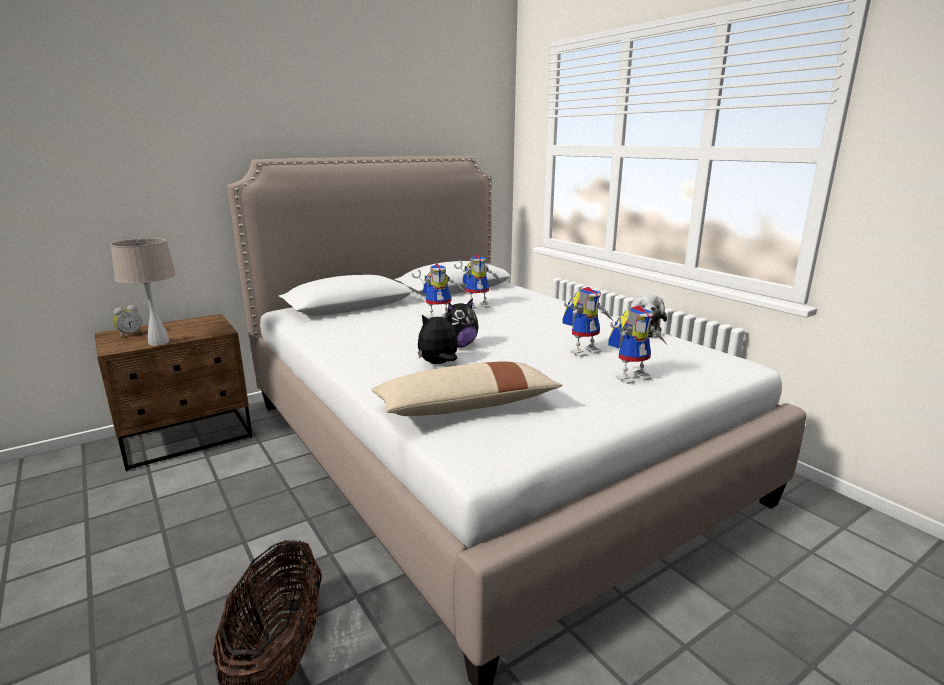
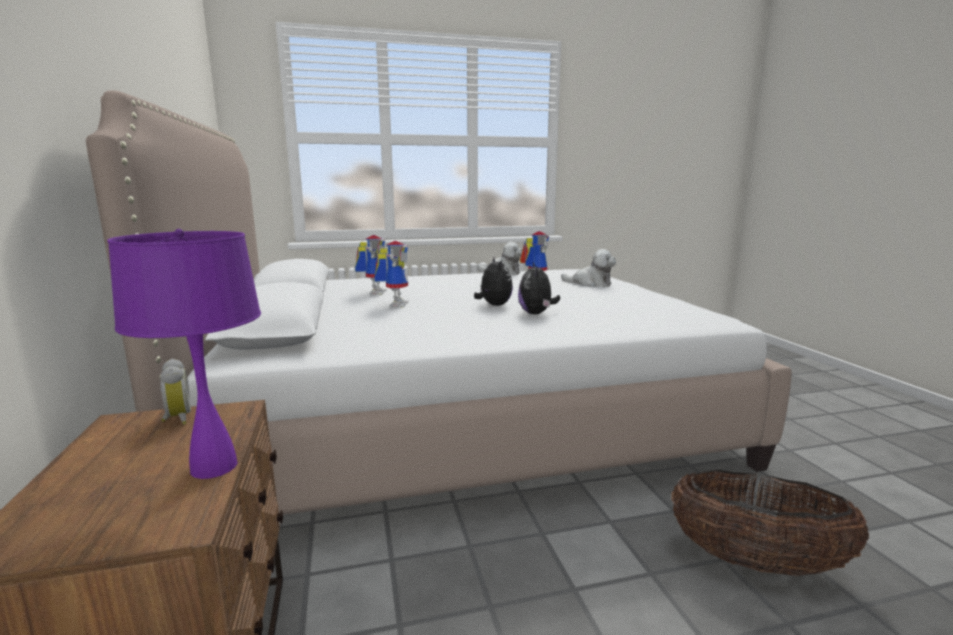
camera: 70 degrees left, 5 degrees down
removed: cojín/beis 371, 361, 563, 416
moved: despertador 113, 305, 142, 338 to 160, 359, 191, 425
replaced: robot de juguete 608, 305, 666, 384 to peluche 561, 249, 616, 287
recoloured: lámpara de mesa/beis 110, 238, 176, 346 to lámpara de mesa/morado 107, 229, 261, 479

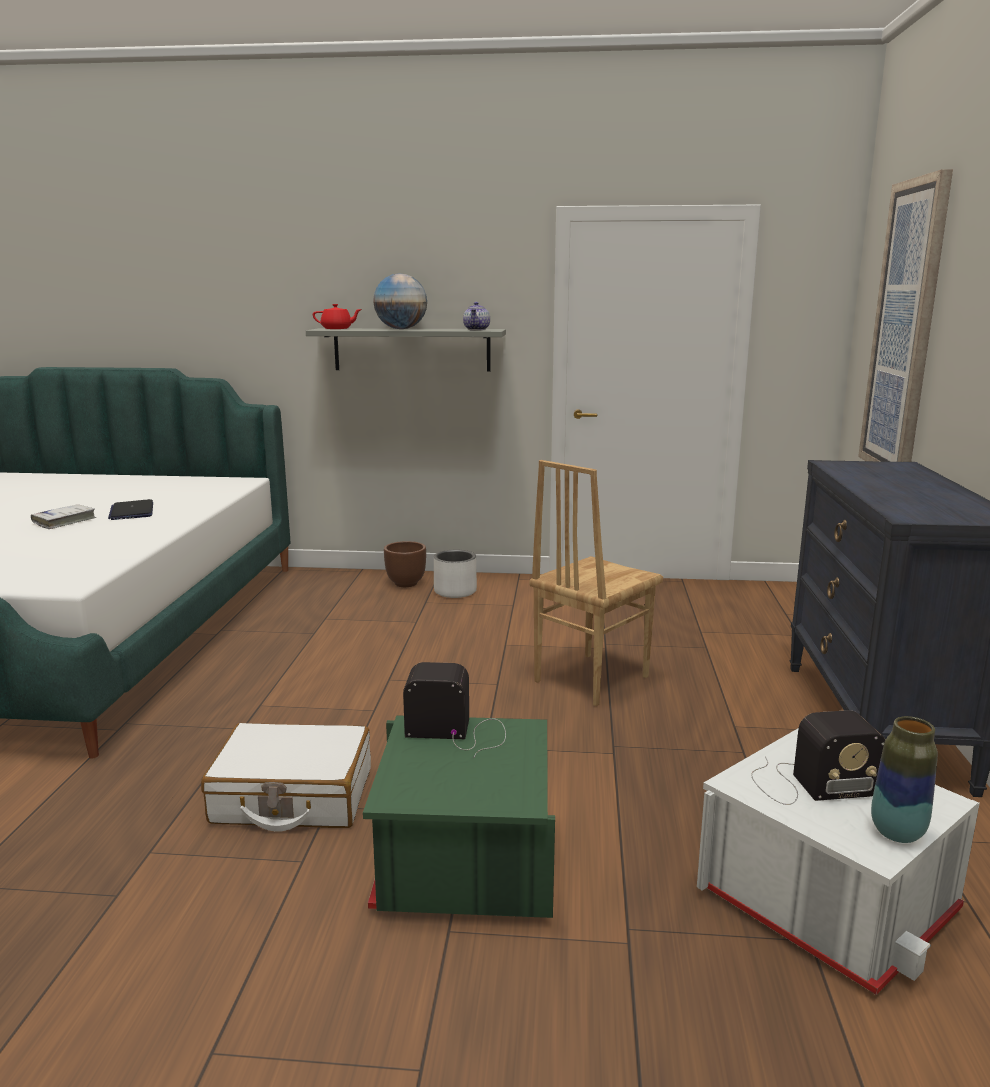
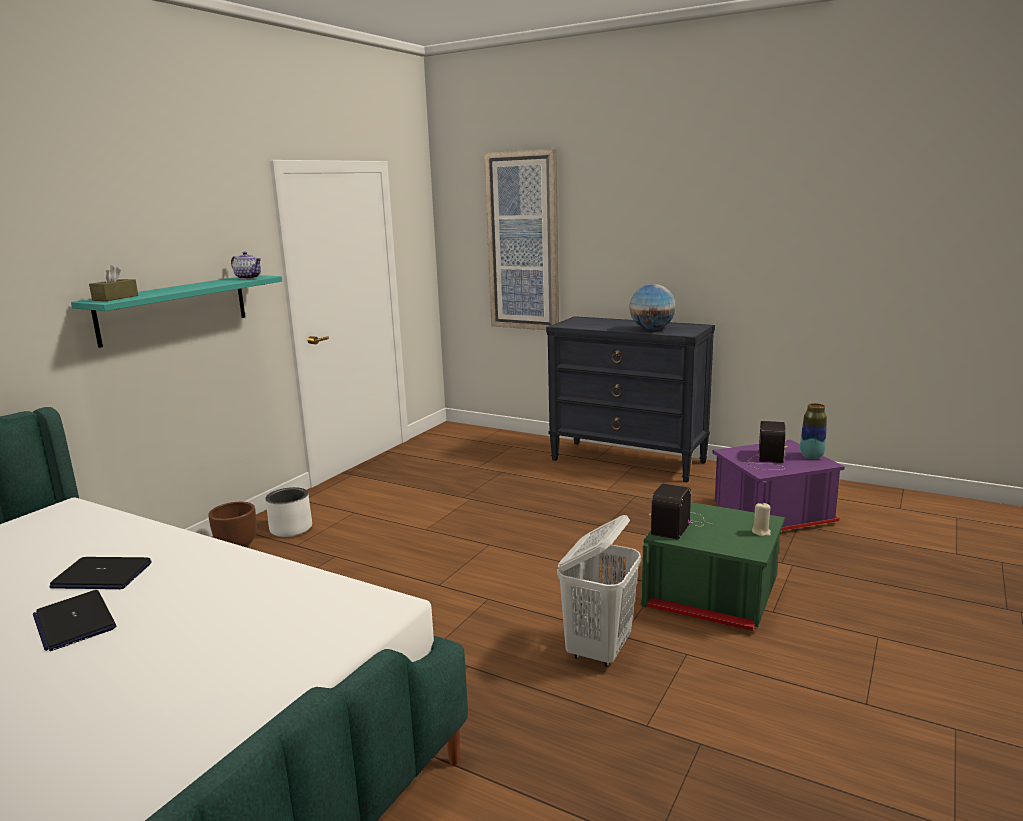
camera: 65 degrees left, 0 degrees up
removed: silla/marrón 529, 460, 663, 706
added: vela/beis 752, 502, 771, 536
moved: globo terráqueo 373, 273, 427, 329 to 629, 284, 676, 330
replaced: tetera/rojo 313, 304, 362, 329 to caja de pañuelos/marrón 89, 265, 138, 301; libro/blanco 31, 504, 96, 529 to portátil 33, 590, 116, 651; maleta/blanco 201, 723, 371, 831 to cesto de la ropa/blanco 557, 515, 641, 667
recoloured: estante/gris 306, 328, 506, 372 to estante/turquesa 71, 275, 282, 348; caja de almacenaje/blanco 697, 728, 980, 995 to caja de almacenaje/morado 712, 440, 844, 531

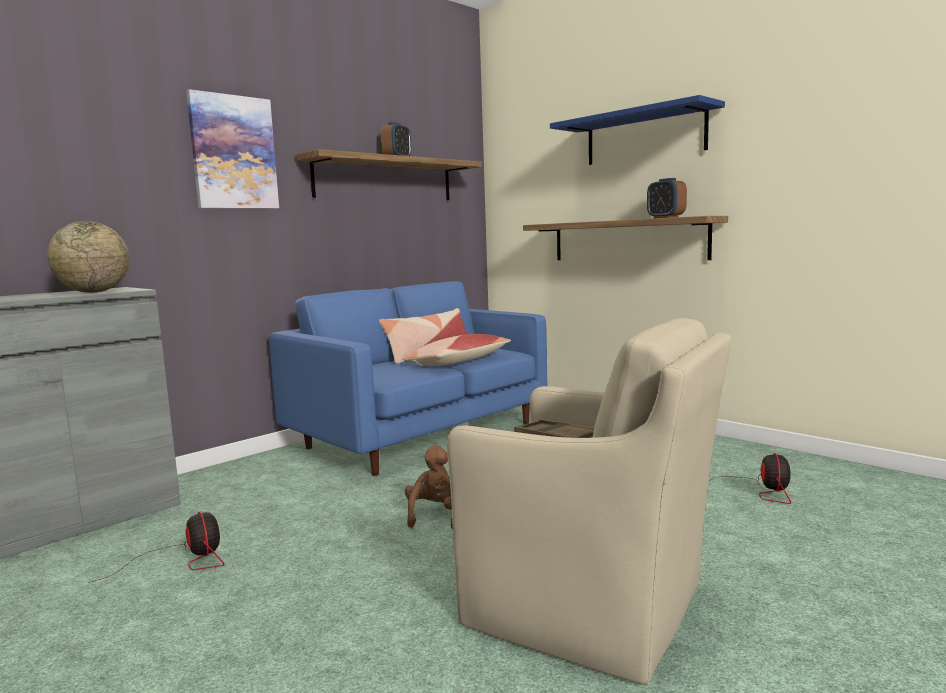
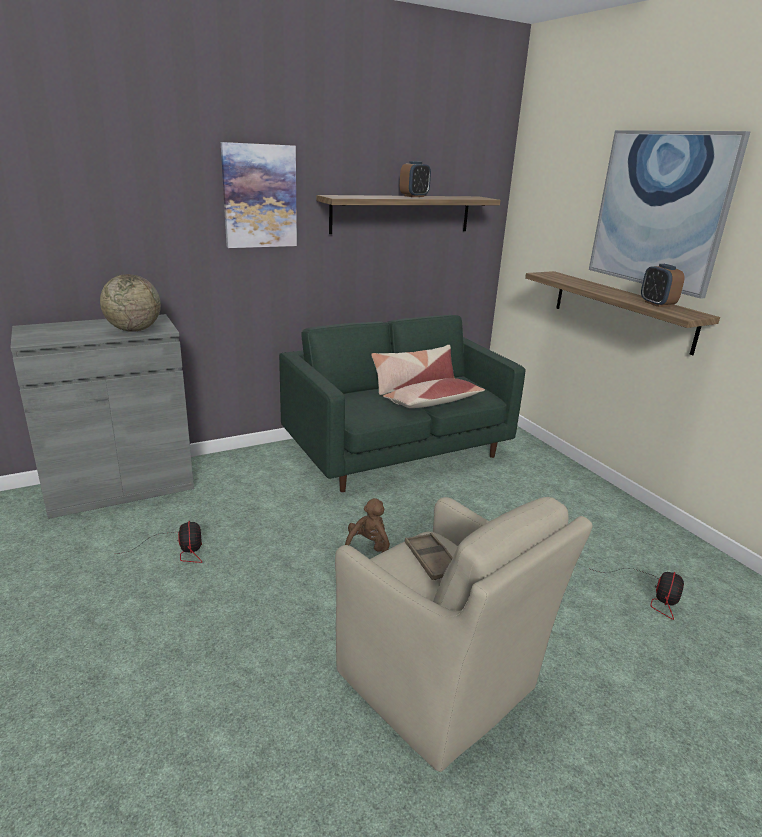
camera: 15 degrees right, 15 degrees up
replaced: estante/azul 550, 95, 725, 165 to cuadro 589, 130, 750, 299
recoloured: sofá/azul 269, 281, 547, 476 to sofá/verde 279, 315, 525, 492

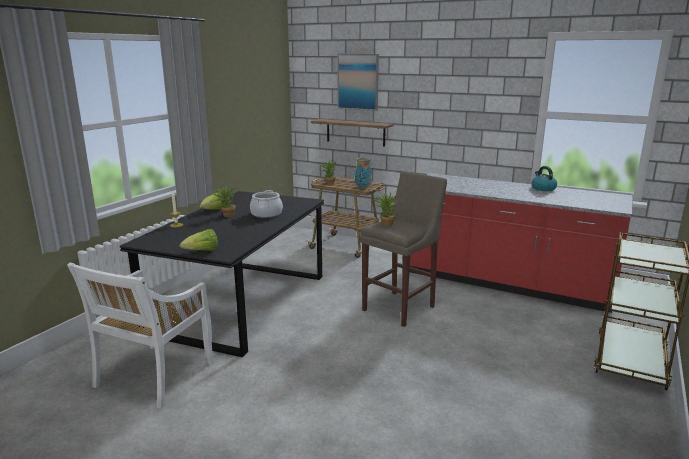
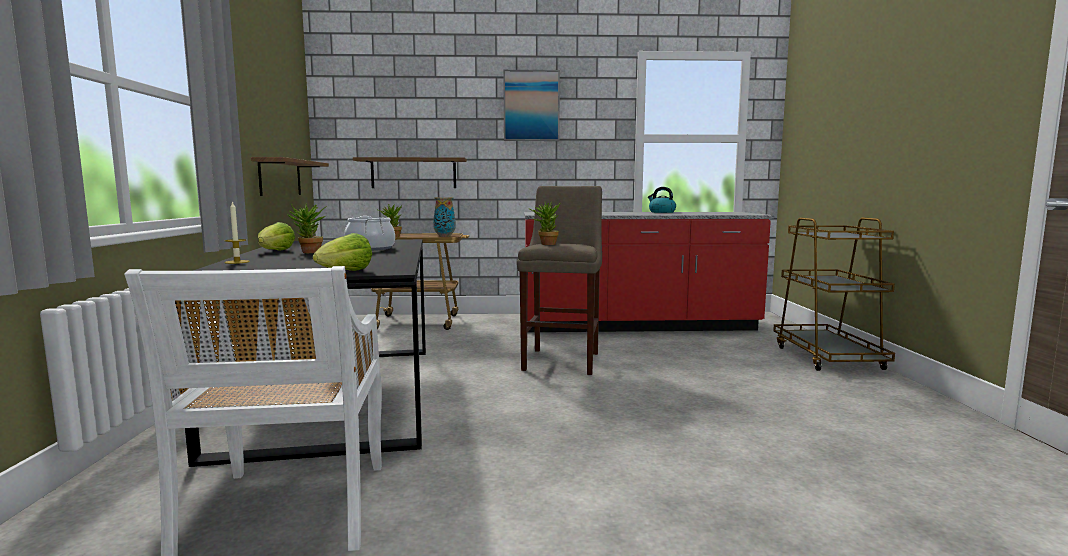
camera: 30 degrees left, 10 degrees down
added: estante 251, 157, 329, 196
moved: cuadro 337, 54, 379, 111 to 503, 70, 560, 141

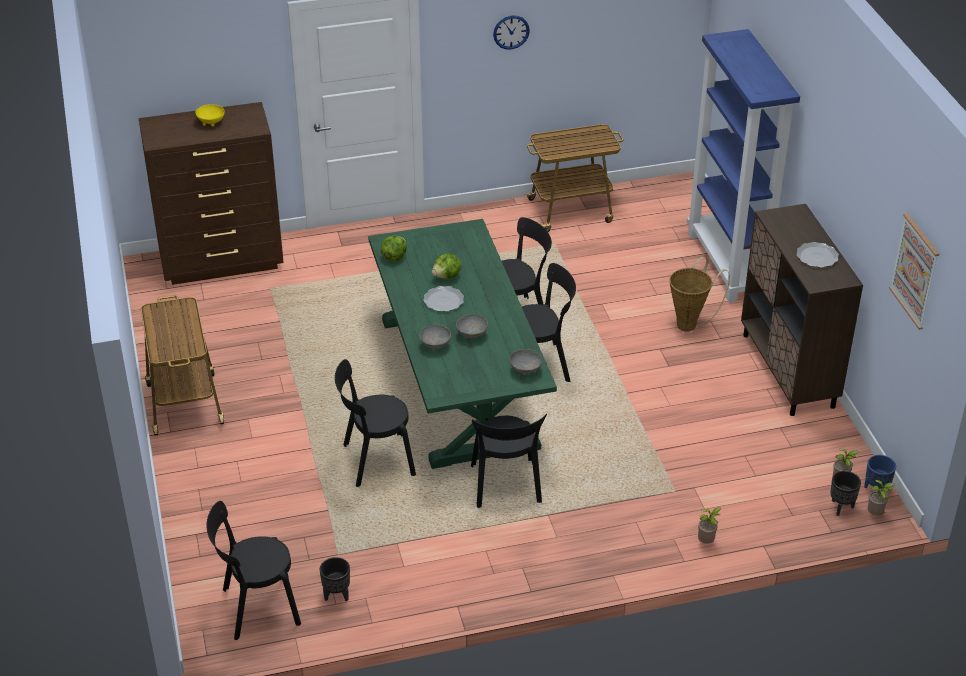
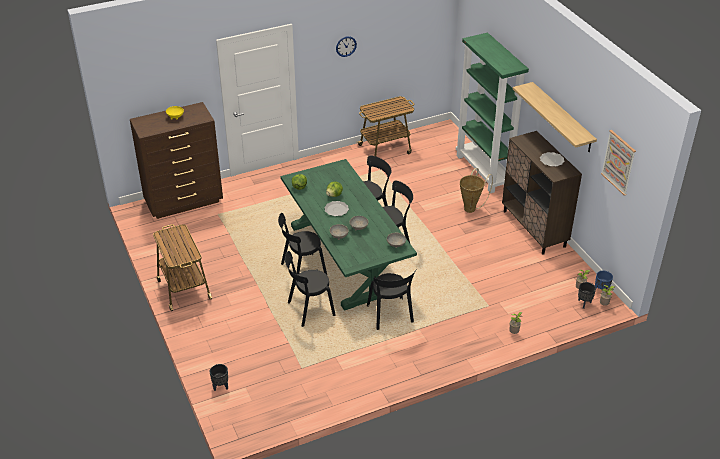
camera: 10 degrees left, 0 degrees up
added: estante 513, 82, 597, 152
moved: silla/negro 206, 501, 301, 640 to 278, 213, 327, 286; maceta/negro 320, 557, 350, 601 to 210, 364, 228, 391
recoloured: estantería/azul 687, 29, 800, 303 to estantería/verde 456, 33, 529, 193

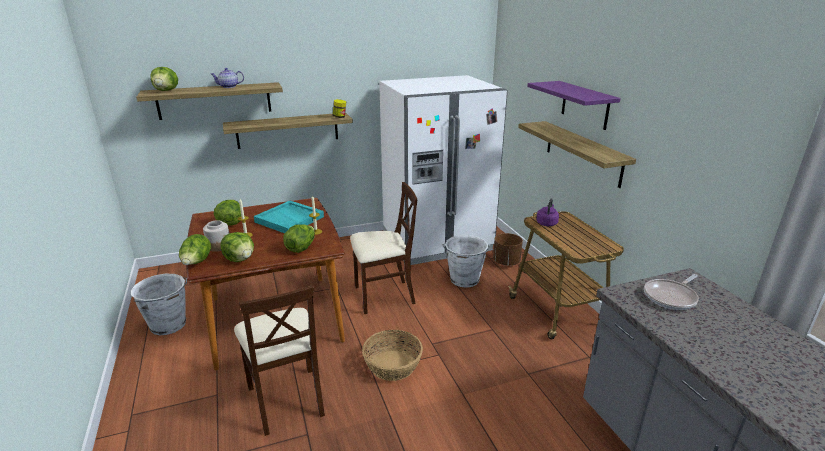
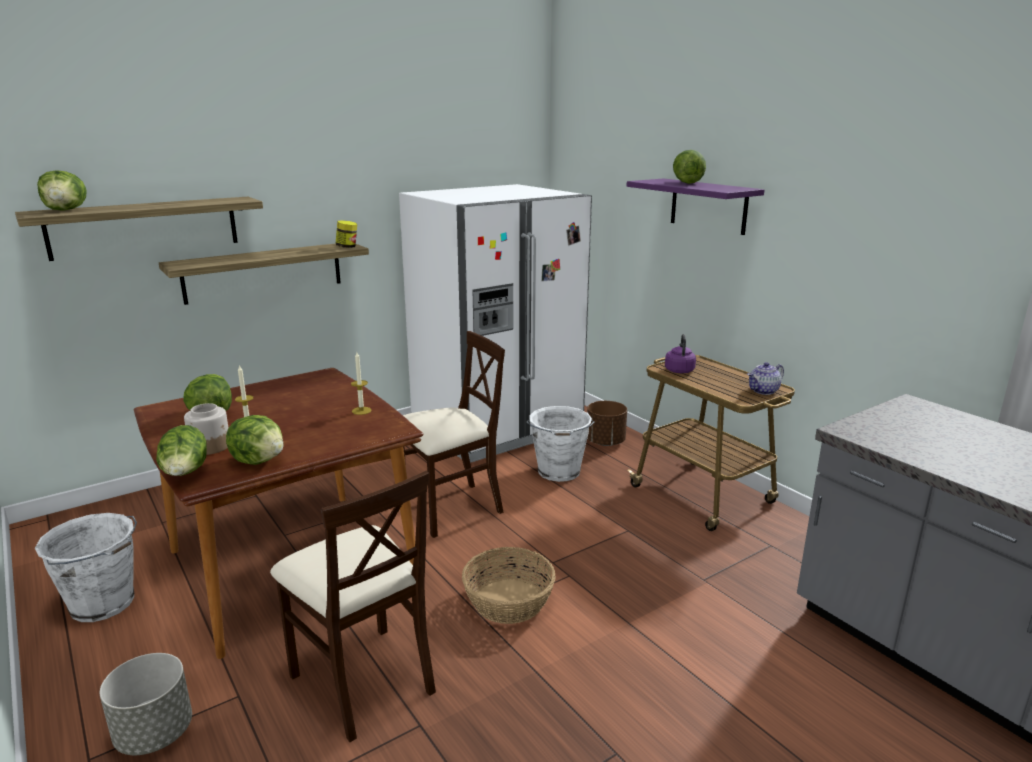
camera: 15 degrees left, 5 degrees down
removed: estante 518, 121, 636, 188; bandeja/turquesa 254, 201, 324, 233; sartén 644, 274, 699, 310
added: maceta/gris 100, 653, 192, 755
moved: tetera 211, 68, 244, 88 to 747, 362, 784, 395; lechuga 283, 224, 315, 253 to 673, 150, 706, 184

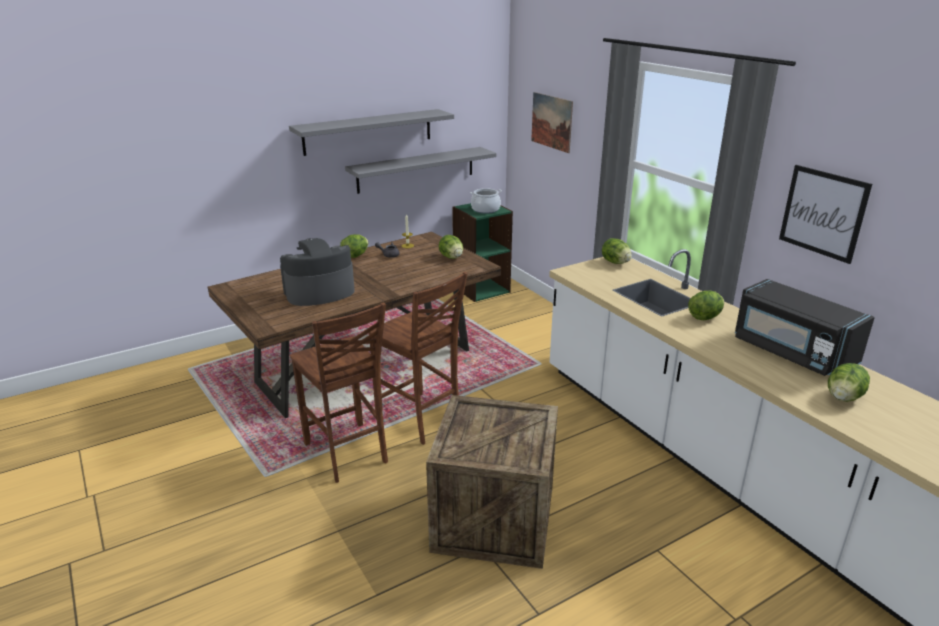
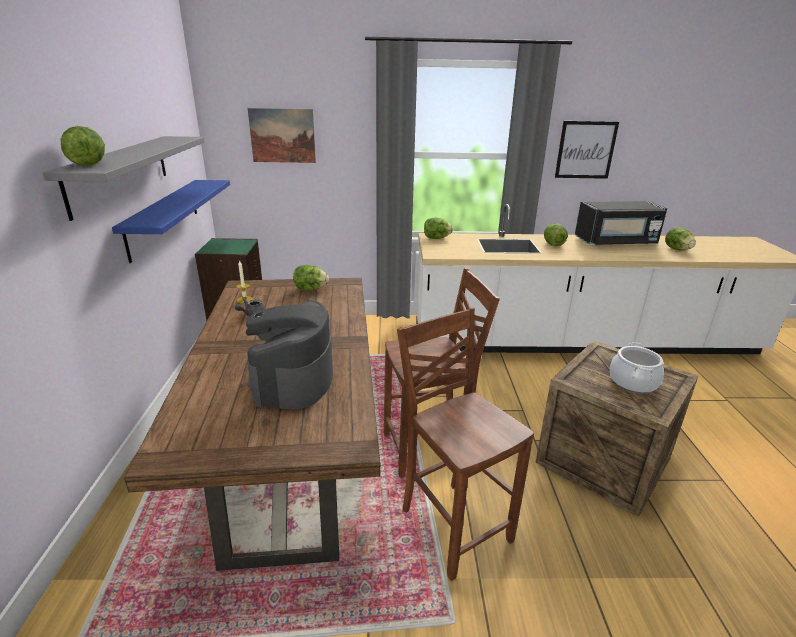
camera: 60 degrees left, 0 degrees up
moved: olla 470, 188, 502, 214 to 610, 342, 664, 393; lechuga 340, 234, 369, 258 to 61, 126, 105, 166
recoloured: estante/gris 345, 147, 497, 194 to estante/azul 112, 180, 230, 263
turned: silla/marrón 290, 302, 388, 483 = 397, 307, 534, 581 120 degrees counterclockwise

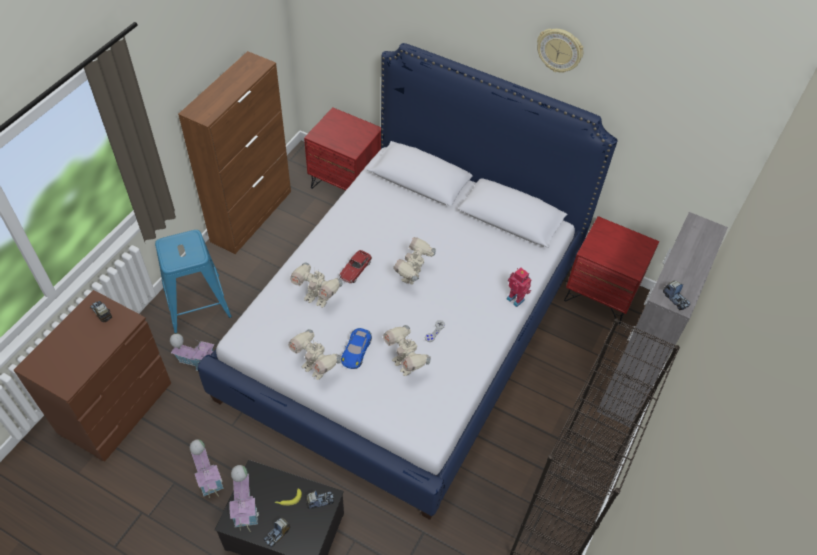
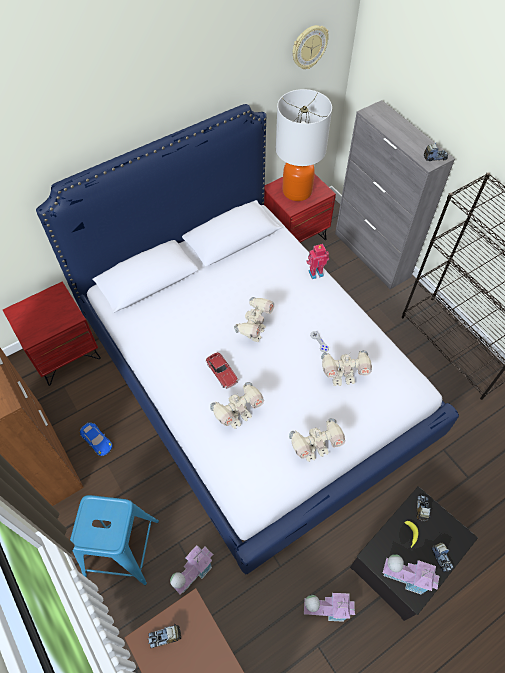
camera: 60 degrees left, 5 degrees up
added: lámpara de mesa 276, 89, 332, 201
moved: reloj de pared 537, 29, 583, 73 to 293, 25, 329, 69; coche de juguete/azul 341, 328, 372, 369 to 80, 422, 113, 456
turned: robot de juguete 393, 237, 436, 285 = 234, 297, 275, 342 120 degrees counterclockwise

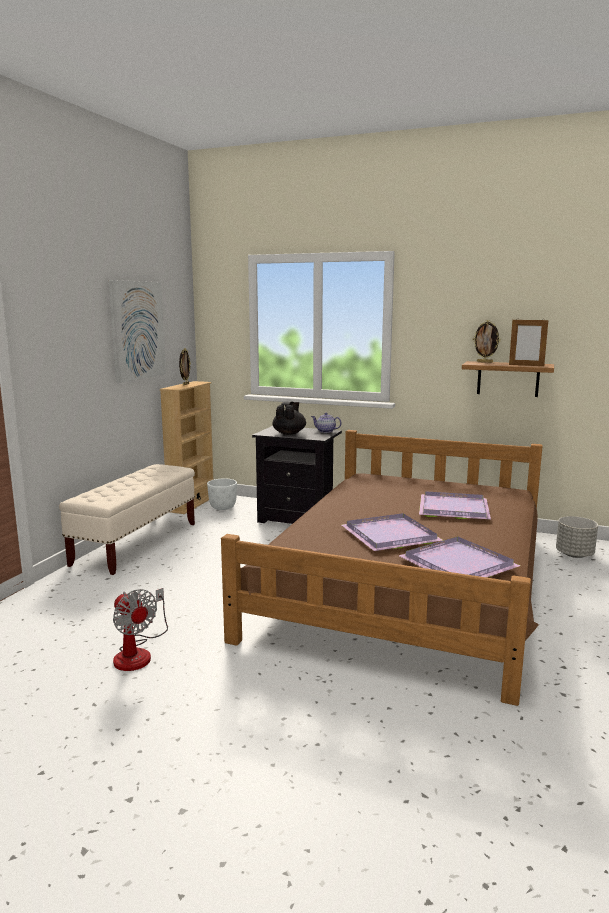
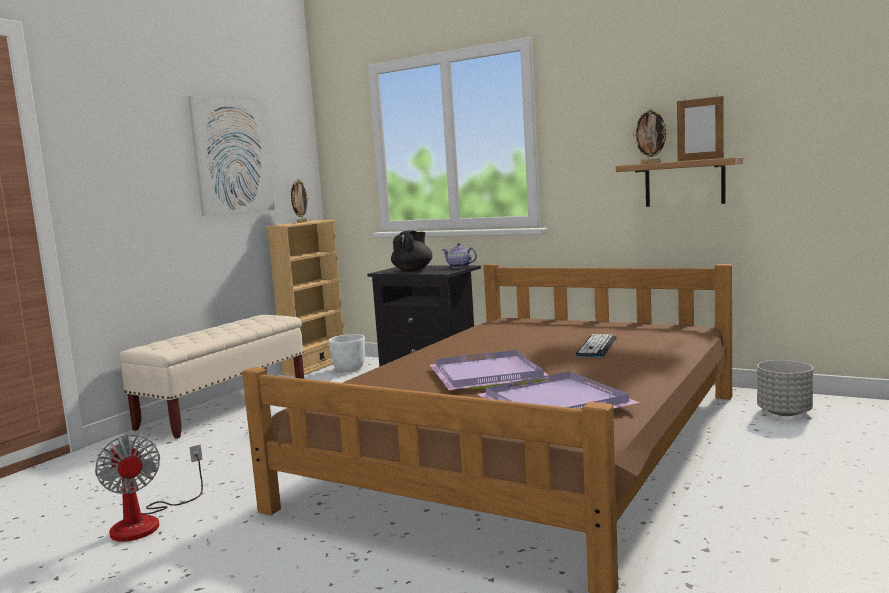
camera: 10 degrees right, 5 degrees down
replaced: bandeja/morado 419, 491, 491, 520 to teclado 576, 334, 616, 357

